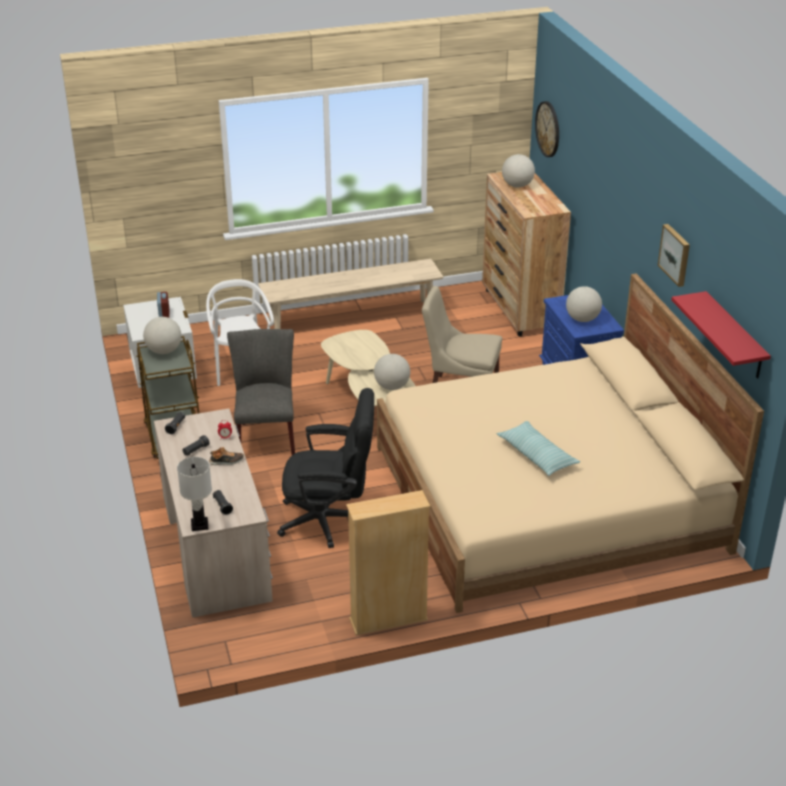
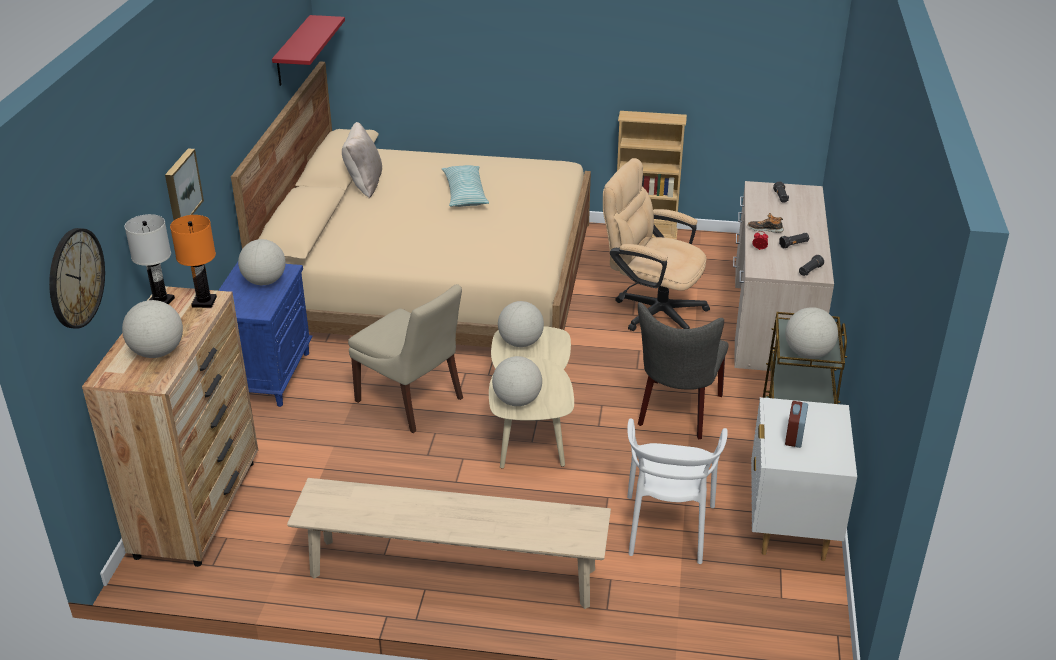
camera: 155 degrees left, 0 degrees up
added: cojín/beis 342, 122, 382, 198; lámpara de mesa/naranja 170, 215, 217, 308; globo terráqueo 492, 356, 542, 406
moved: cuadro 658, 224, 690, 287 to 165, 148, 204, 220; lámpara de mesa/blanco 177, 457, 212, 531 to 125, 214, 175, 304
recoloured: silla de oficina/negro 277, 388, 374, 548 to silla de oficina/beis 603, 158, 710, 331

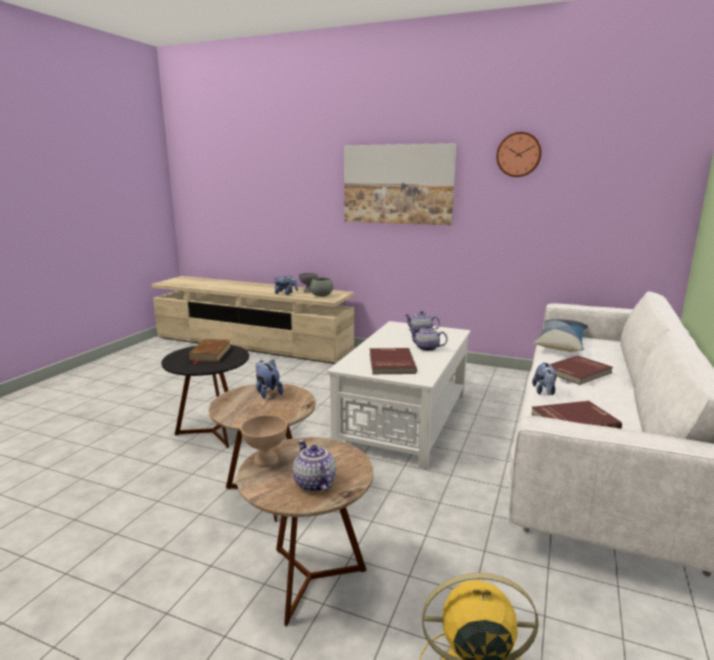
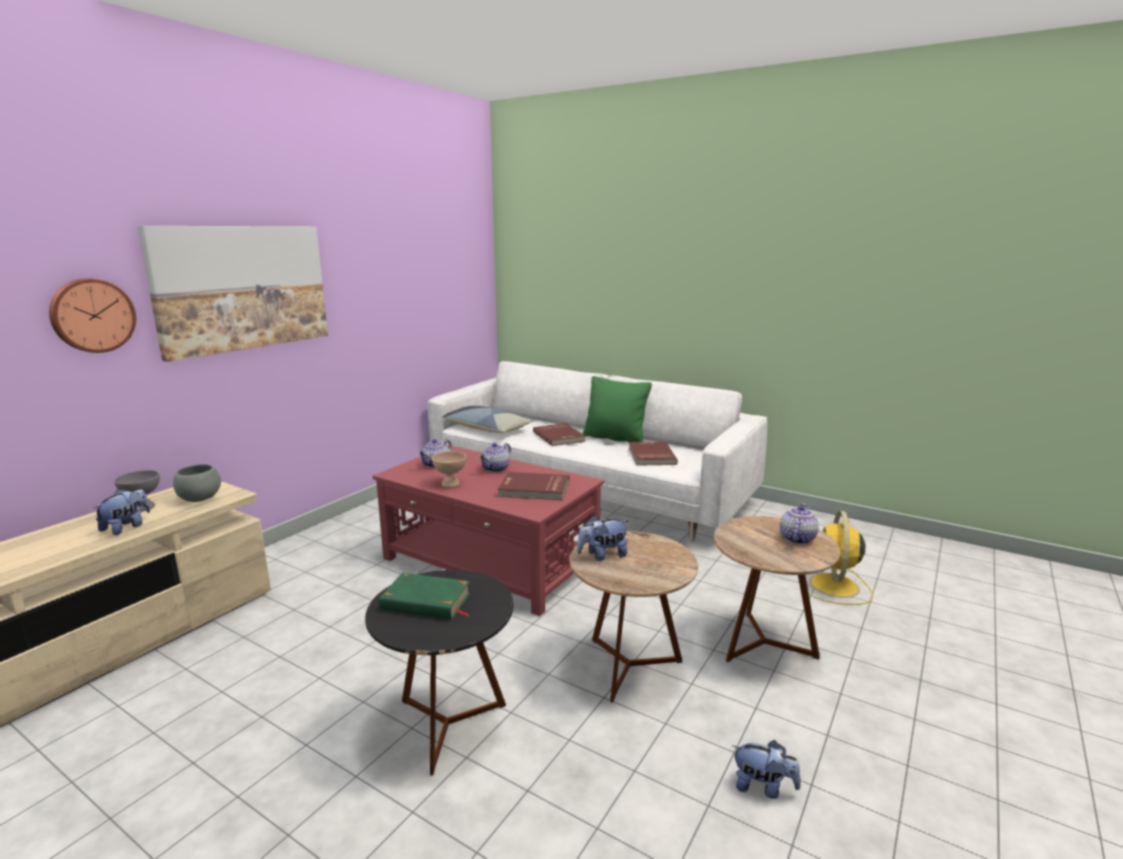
camera: 80 degrees left, 0 degrees up
added: cojín/verde 583, 376, 652, 442
moved: reloj de pared 496, 132, 542, 177 to 49, 278, 136, 353; peluche 532, 362, 557, 396 to 733, 740, 801, 799; cuenco/beis 241, 415, 287, 467 to 432, 451, 466, 488
recoloured: mesa de centro/blanco 327, 321, 470, 469 to mesa de centro/rojo 373, 445, 604, 616; libro/marrón 188, 339, 231, 364 to libro/verde 379, 573, 471, 620
turned: tetera 293, 440, 336, 492 = 780, 504, 819, 544 135 degrees clockwise

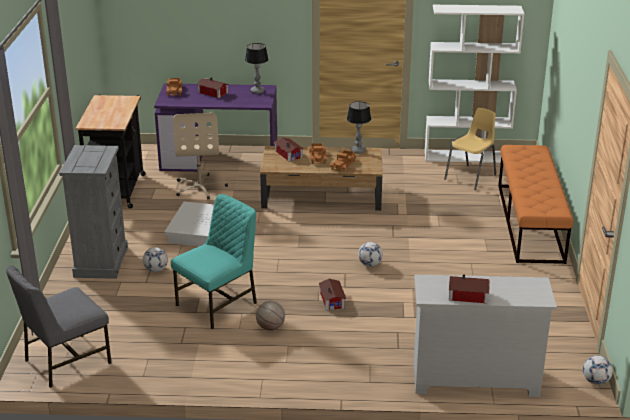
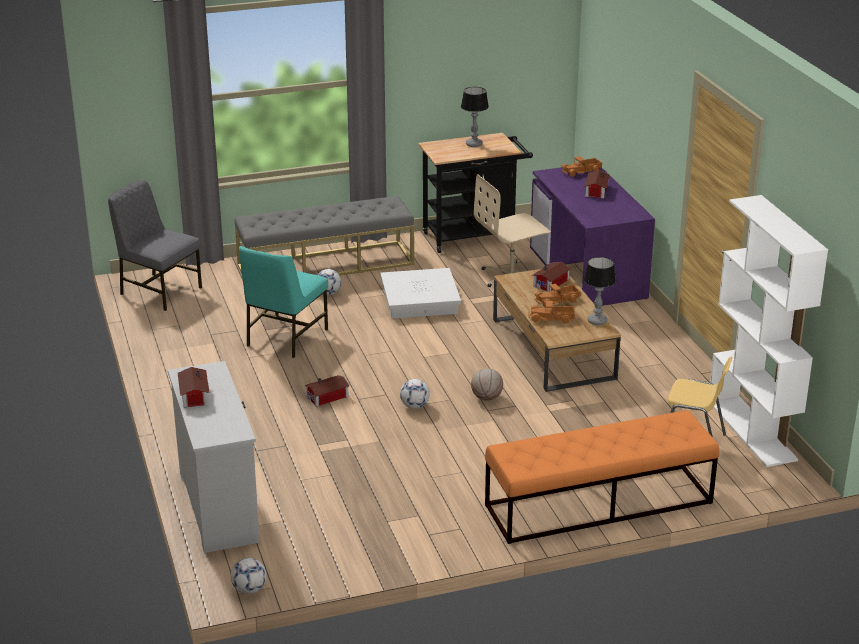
camera: 70 degrees right, 0 degrees up
moved: lámpara de mesa 245, 43, 269, 94 to 461, 87, 489, 147; balón de baloncesto 256, 301, 285, 331 to 471, 368, 503, 401
replaced: cómoda/gris 59, 145, 128, 279 to banco/gris 235, 196, 414, 276
turned: silla/turquesa 171, 194, 257, 329 = 239, 246, 328, 358 90 degrees clockwise

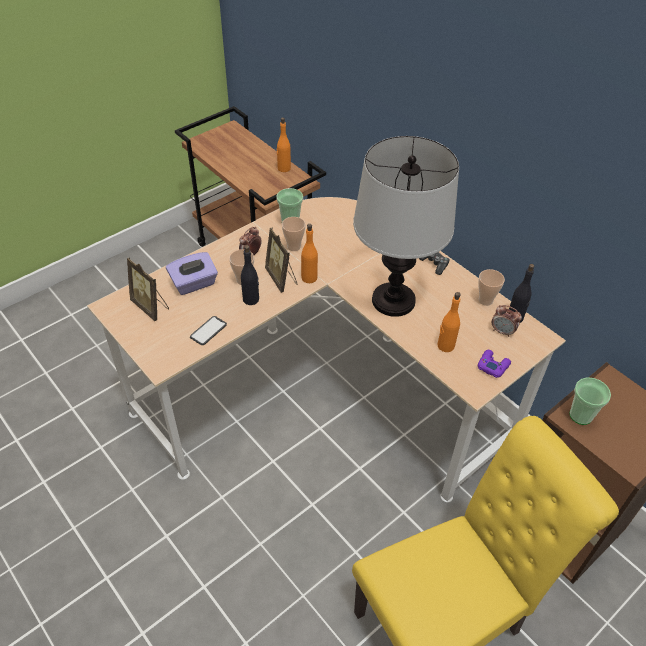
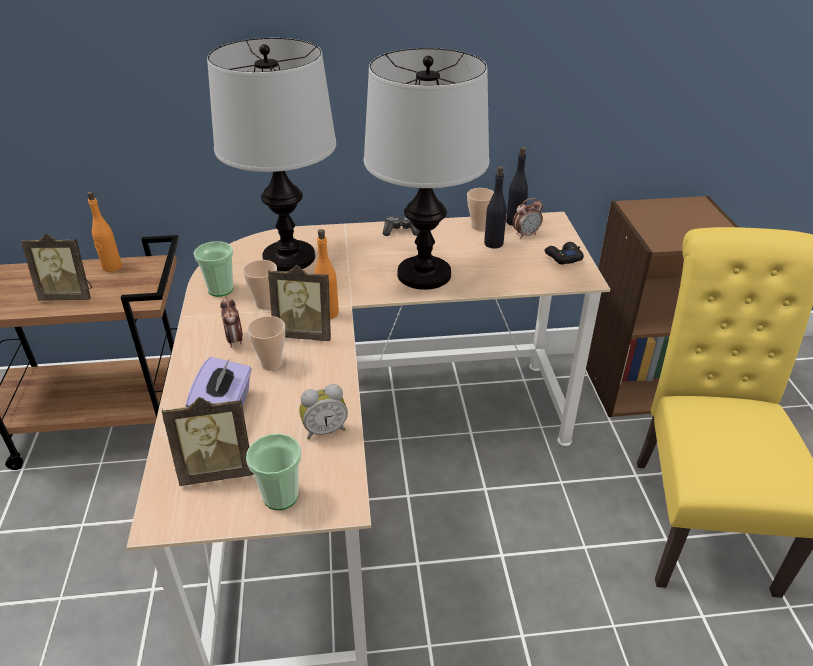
camera: 55 degrees left, 10 degrees down
removed: botella/naranja 438, 292, 460, 352
added: lámpara de mesa 207, 38, 336, 272; portarretratos 21, 233, 92, 301
moved: botella/negro 241, 245, 259, 305 to 484, 166, 507, 249; taza 570, 377, 611, 425 to 246, 434, 301, 510
replaced: móvil 190, 316, 227, 345 to despertador 299, 384, 348, 440
recoloured: mando de consola/morado 478, 350, 511, 378 to mando de consola/negro 544, 242, 584, 264

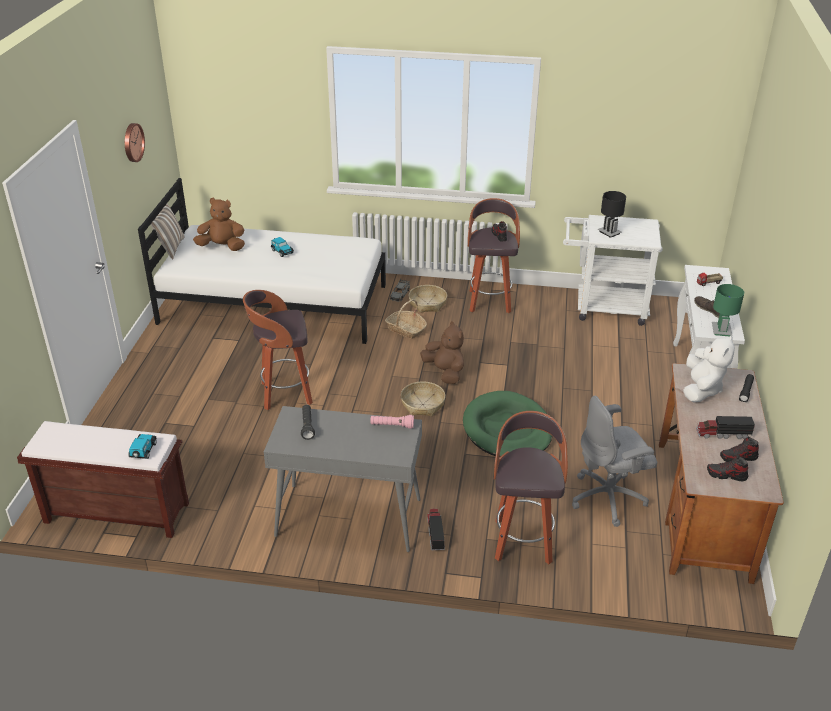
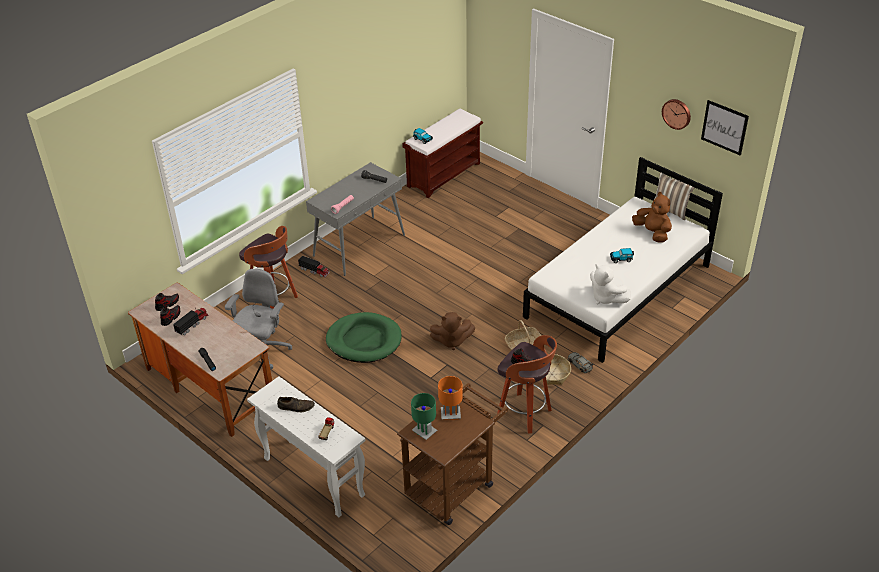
camera: 125 degrees right, 5 degrees up
removed: taburete 243, 290, 313, 410; cesta 401, 381, 445, 416
added: cuadro 701, 100, 749, 156
moved: lámpara de mesa/verde 712, 284, 744, 337 to 411, 393, 437, 440; peluche/blanco 683, 335, 735, 403 to 590, 264, 631, 304
recoloured: lámpara de mesa/negro 598, 191, 626, 238 to lámpara de mesa/naranja 438, 376, 463, 420; carrito/blanco 563, 215, 663, 326 to carrito/marrón 397, 383, 508, 525
turned: peluche/marrón 193, 198, 245, 251 = 632, 192, 672, 242 75 degrees counterclockwise

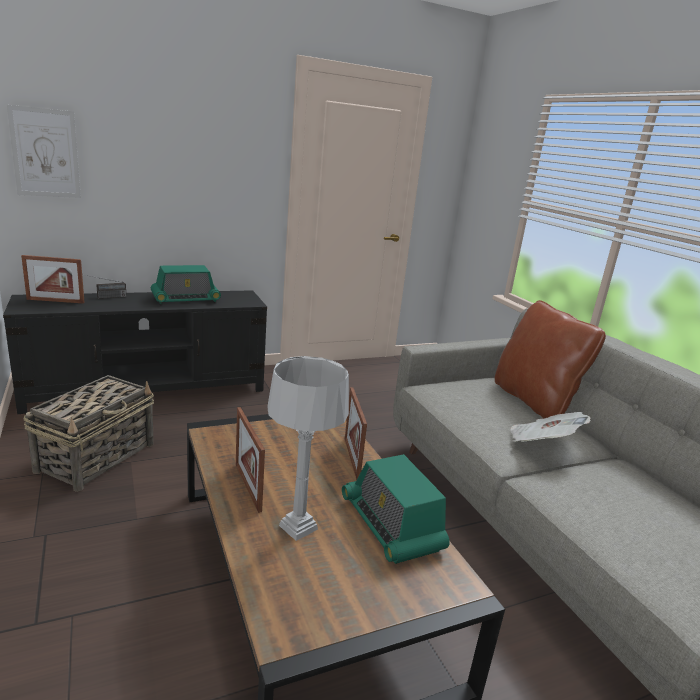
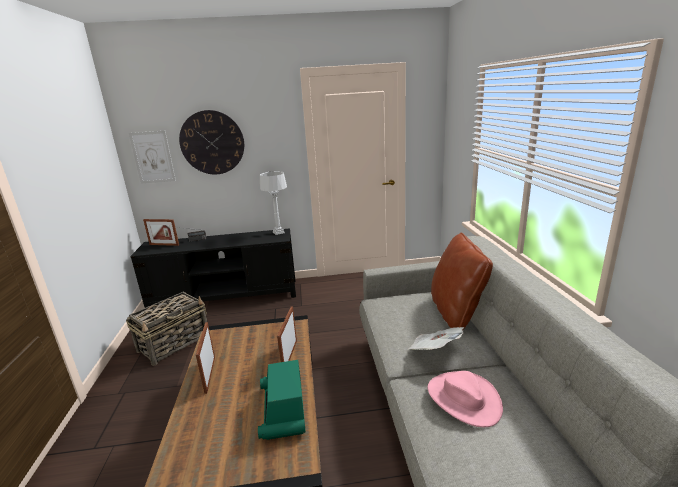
camera: 20 degrees right, 0 degrees up
removed: radio 151, 265, 221, 304
added: reloj de pared 179, 110, 244, 175; sombrero/rosa 428, 371, 503, 427
moved: lámpara de mesa/gris 267, 356, 349, 541 to 260, 171, 287, 235

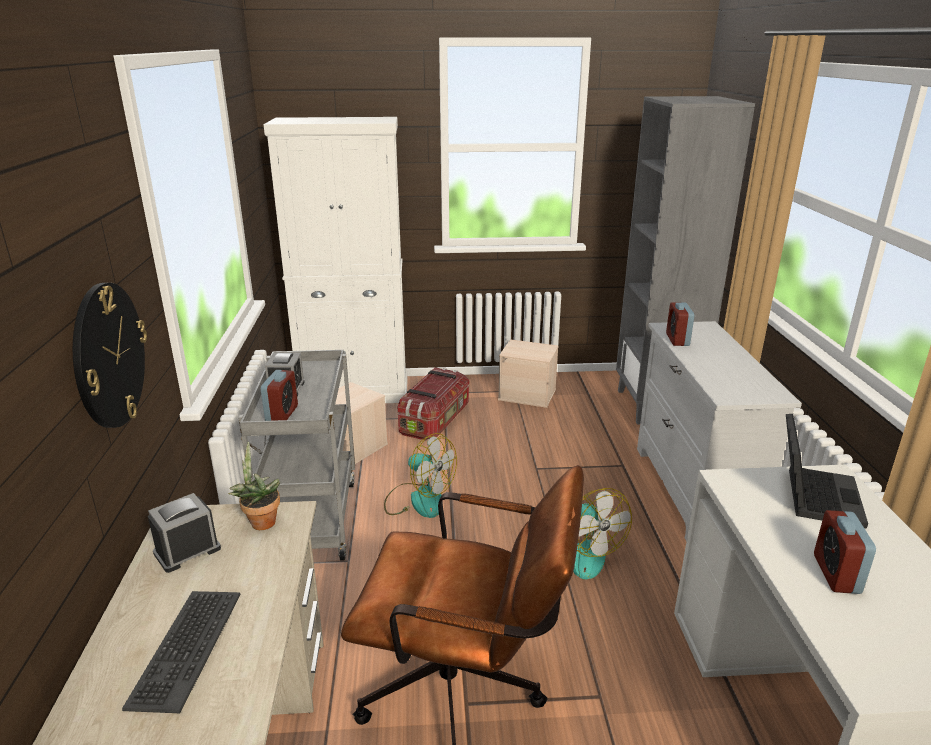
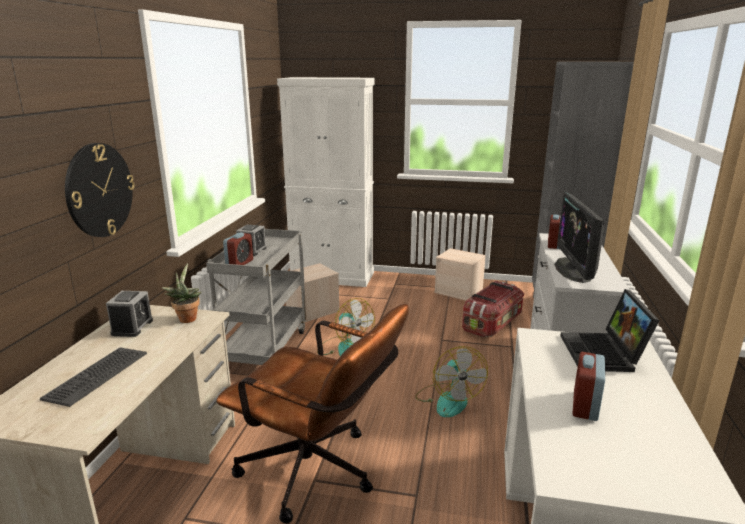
camera: 15 degrees right, 5 degrees down
added: monitor 554, 192, 604, 283
moved: caja de almacenaje 398, 367, 469, 441 to 462, 281, 524, 337
turned: portátil 786, 414, 868, 529 = 561, 289, 660, 372 150 degrees clockwise; despertador 148, 493, 221, 573 = 106, 291, 153, 337 120 degrees clockwise

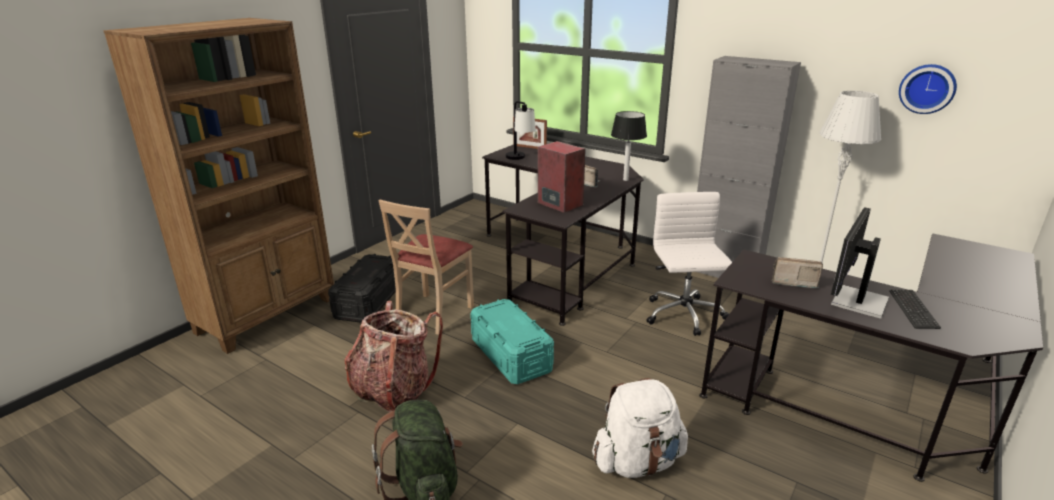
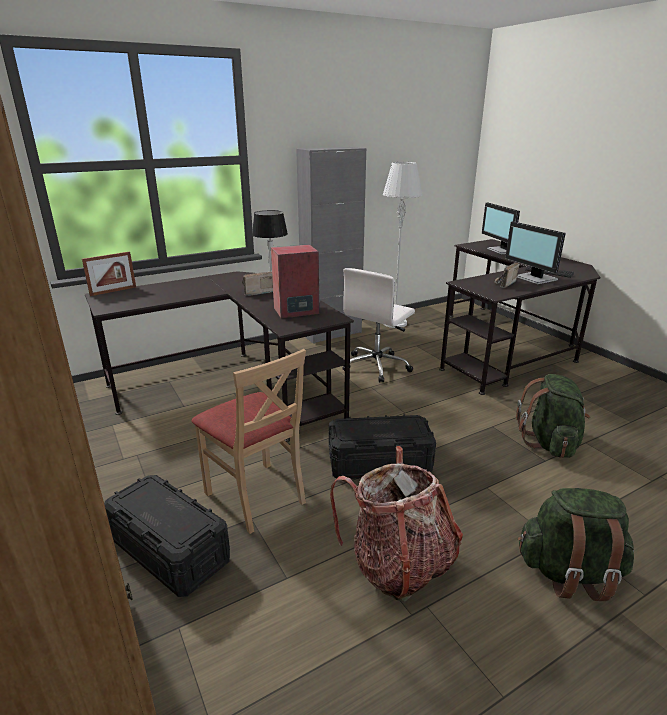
camera: 65 degrees left, 0 degrees up
removed: reloj de pared 899, 64, 957, 114; lámpara de mesa 506, 101, 536, 160
added: monitor 482, 203, 520, 254
recoloured: caja de almacenaje/turquesa 470, 299, 554, 384 to caja de almacenaje/negro 329, 414, 436, 479; mochila/blanco 592, 378, 688, 478 to mochila/verde 516, 374, 590, 458
turned: silla de oficina/blanco 647, 192, 732, 336 = 342, 268, 415, 383 75 degrees counterclockwise

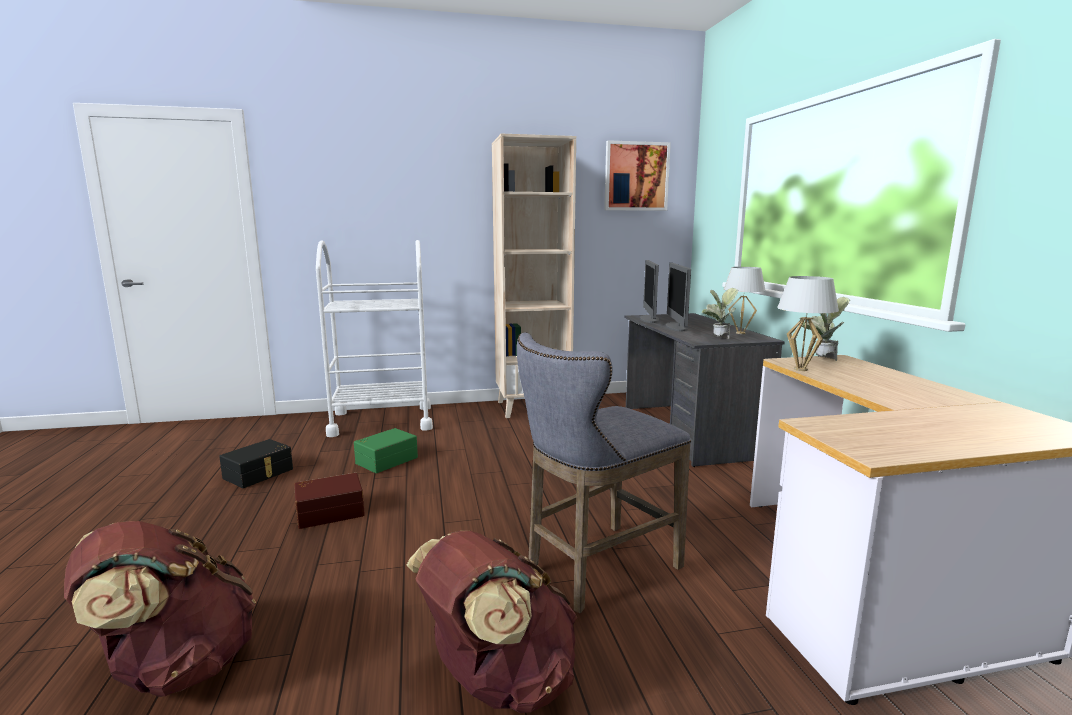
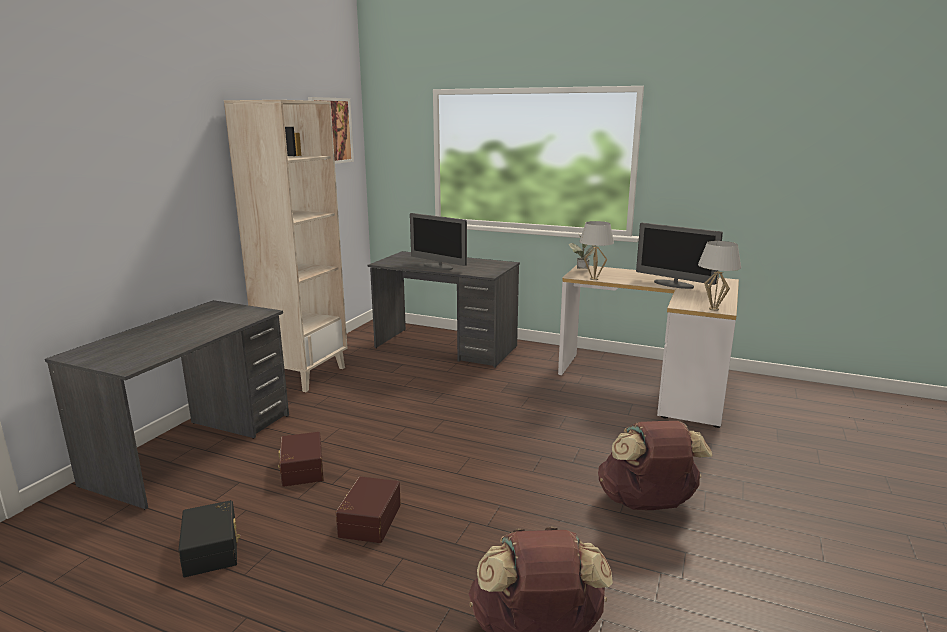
camera: 55 degrees left, 5 degrees up
removed: planta en maceta 702, 288, 738, 339; taburete/gris 517, 332, 691, 613
moved: monitor 640, 260, 659, 323 to 636, 223, 723, 289; lámpara de mesa/blanco 724, 267, 765, 334 to 698, 241, 741, 311
replaced: carrito/blanco 316, 240, 433, 437 to escritorio/gris 45, 300, 289, 509
recoloured: caja de almacenaje/verde 354, 428, 418, 473 to caja de almacenaje/marrón 278, 432, 324, 487

